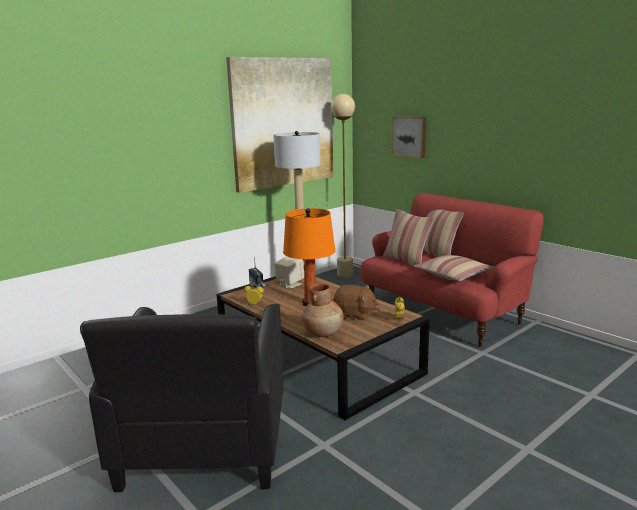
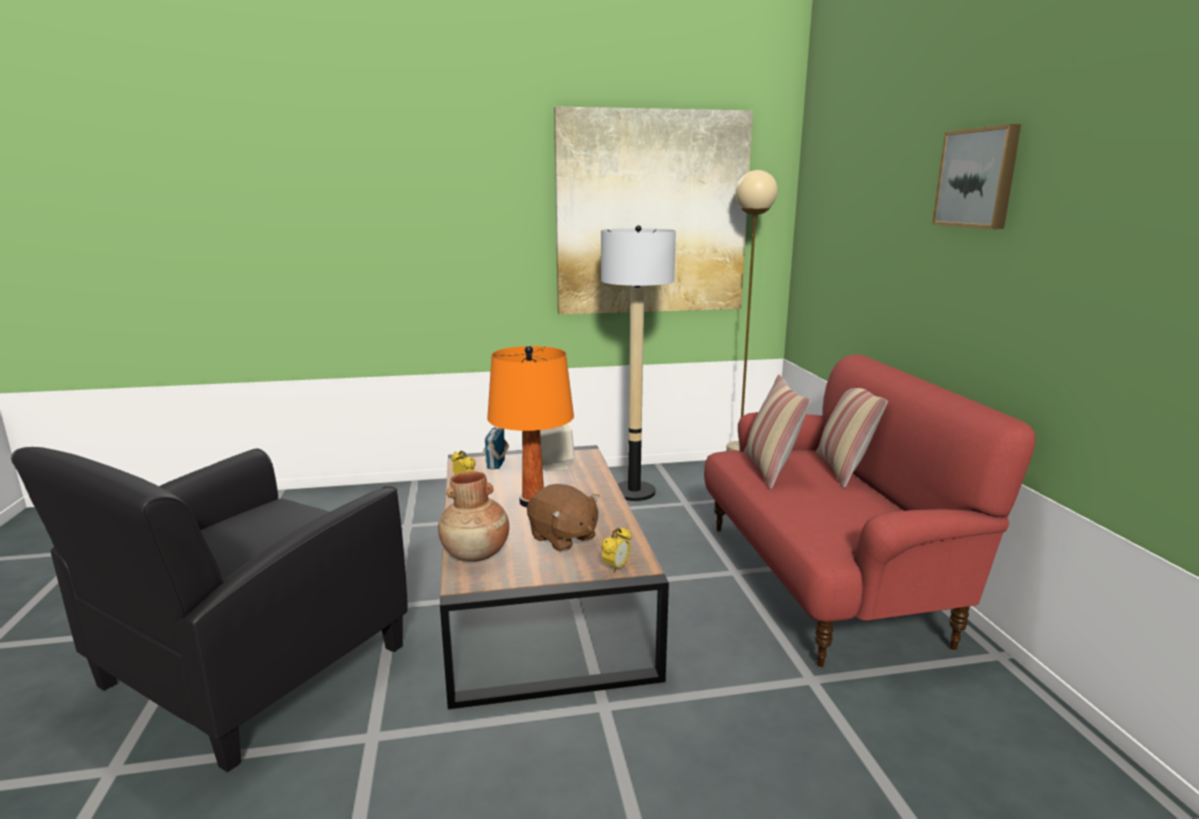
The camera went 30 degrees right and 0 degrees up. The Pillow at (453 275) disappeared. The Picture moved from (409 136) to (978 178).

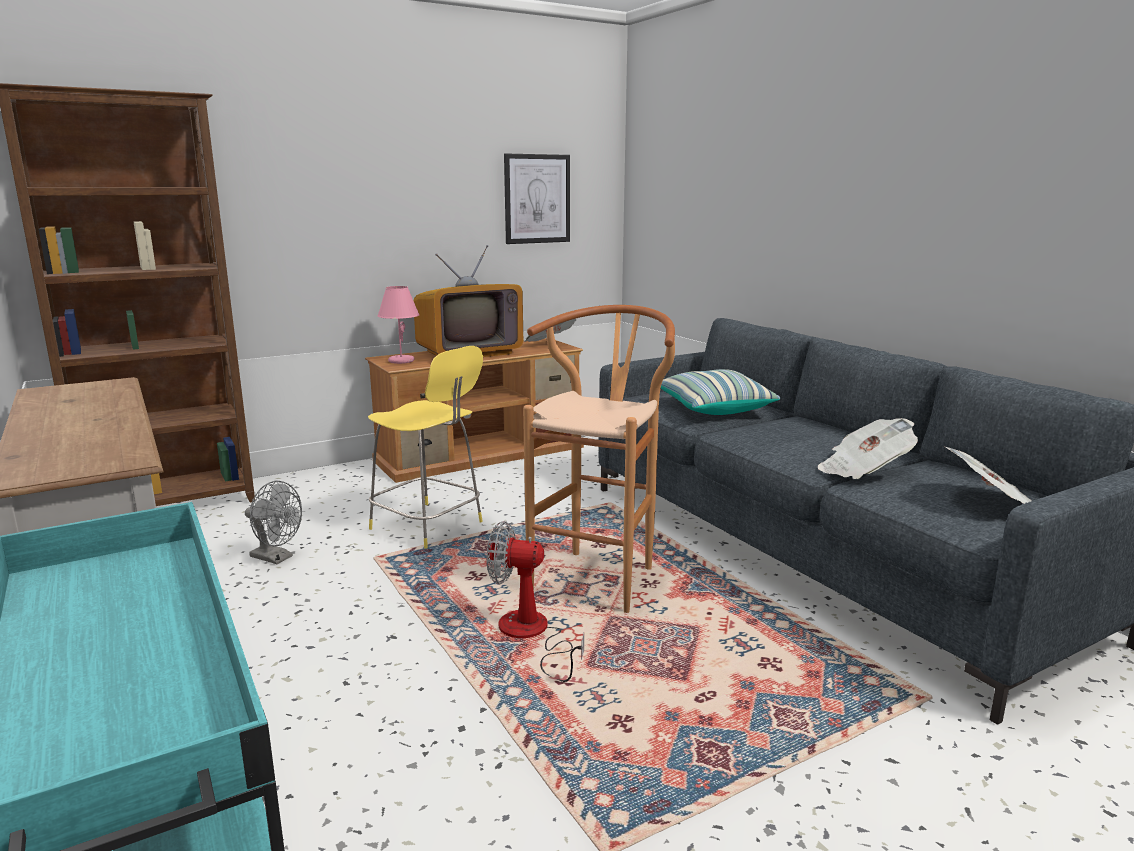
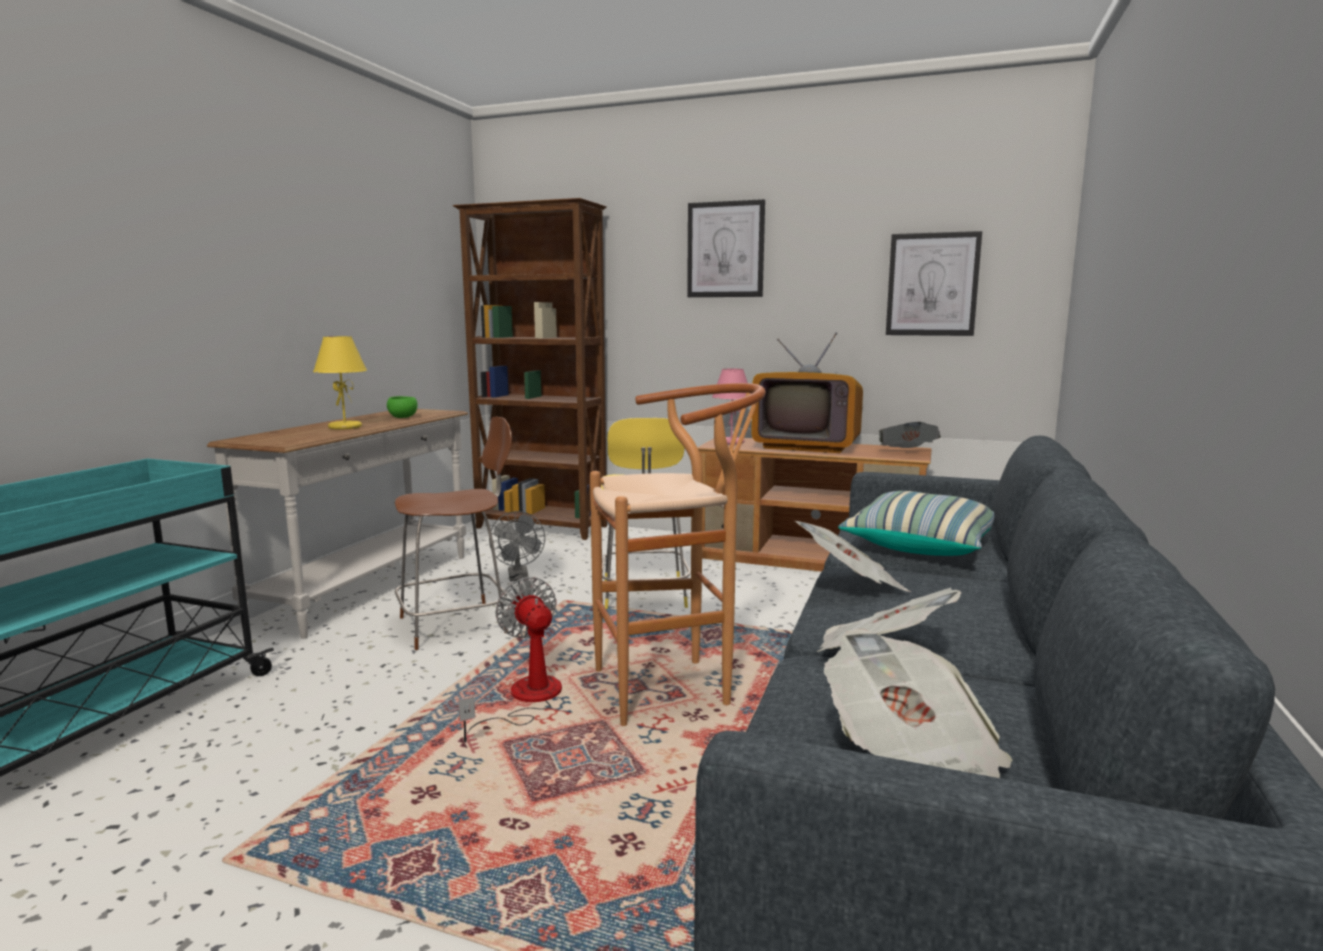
The camera went 50 degrees right and 5 degrees down. The YellowTableLamp at (345 427) appeared. The GreenBowl at (403 417) appeared. The BrownStool at (457 624) appeared. The Picture at (725 249) appeared. The Newspaper at (851 584) appeared.

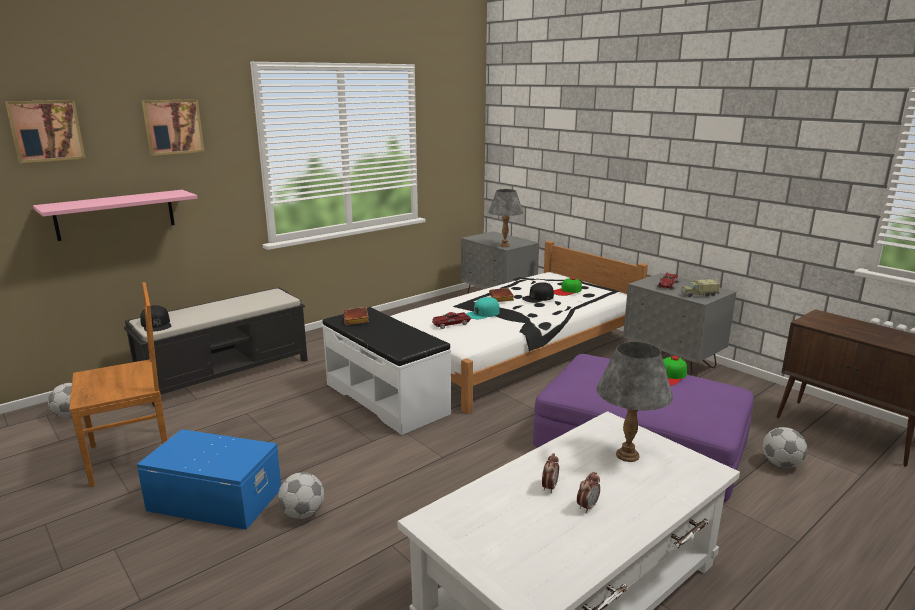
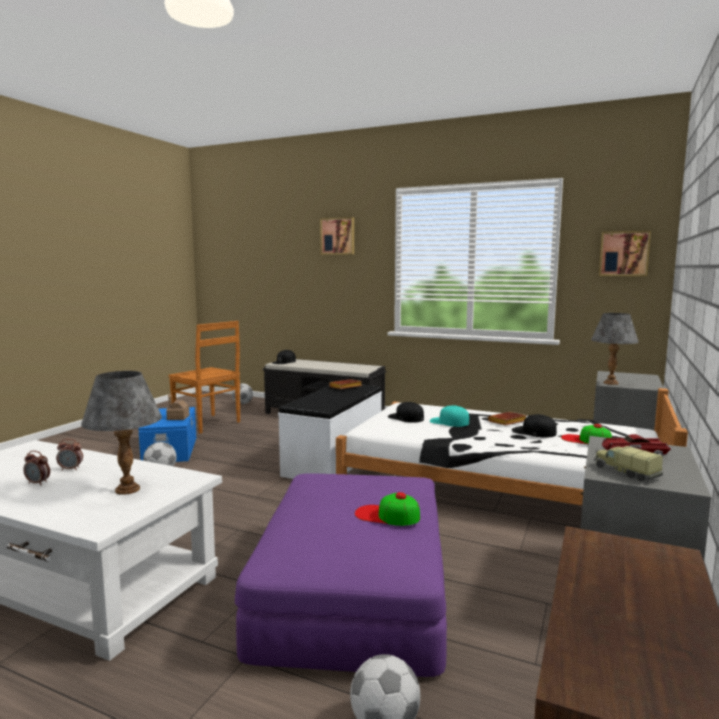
The camera went 65 degrees right and 10 degrees down. The PinkShelf at (115 214) disappeared. The ToyHouse at (178 417) appeared. The Picture moved from (46 130) to (624 253). The ToyCar at (451 324) was replaced by the BlackCap at (405 417).

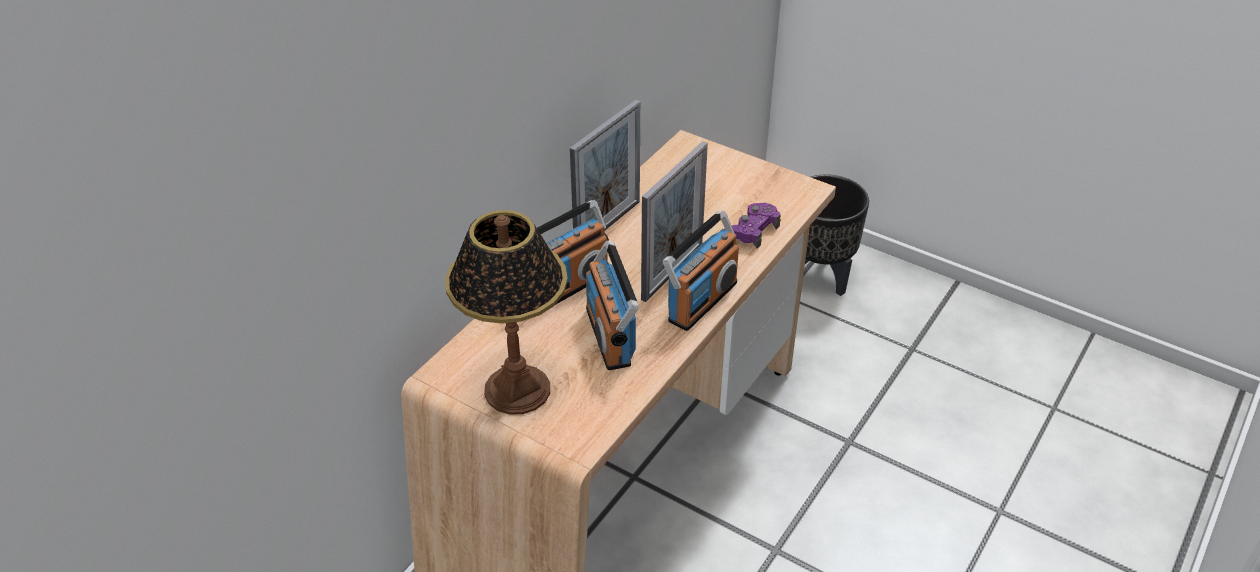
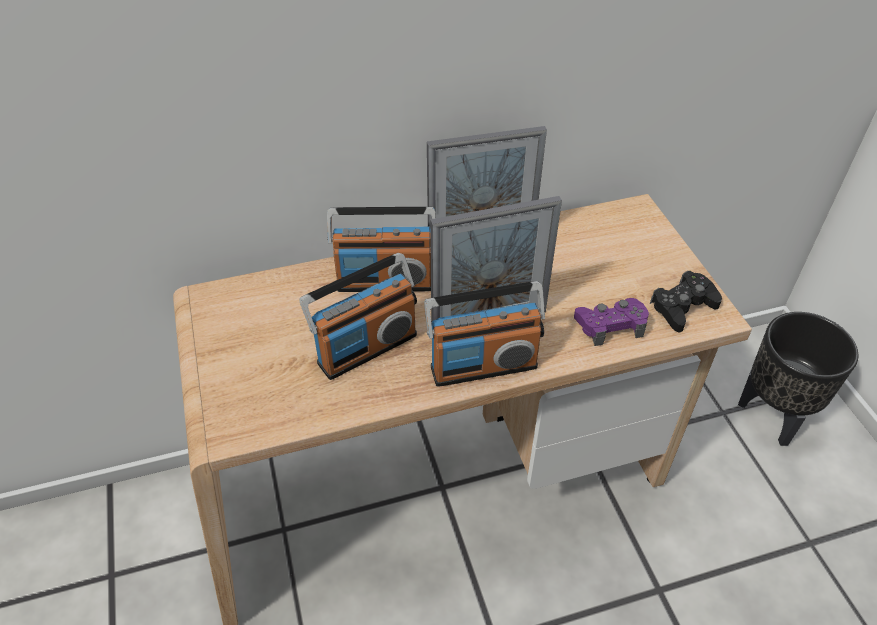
The camera went 40 degrees right and 5 degrees up. The TableLamp at (516 389) disappeared. The BlackGameController at (682 307) appeared. The Radio at (609 336) turned 150 degrees counterclockwise.

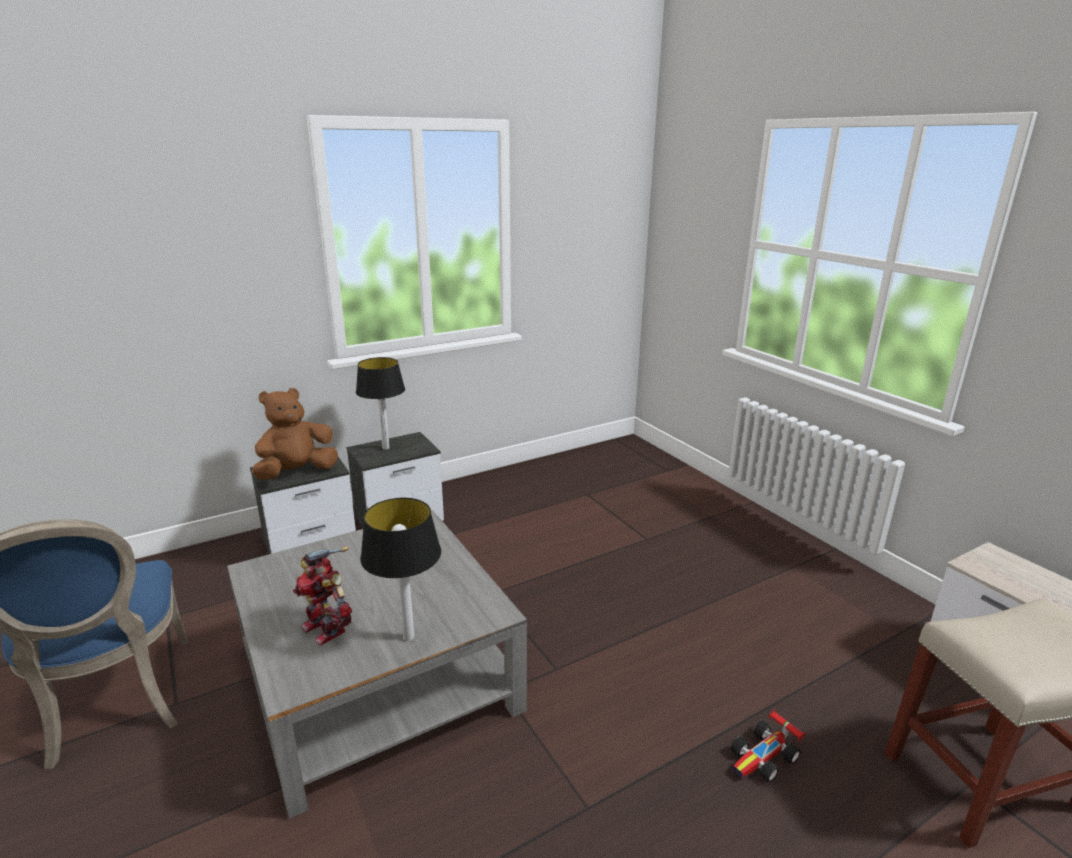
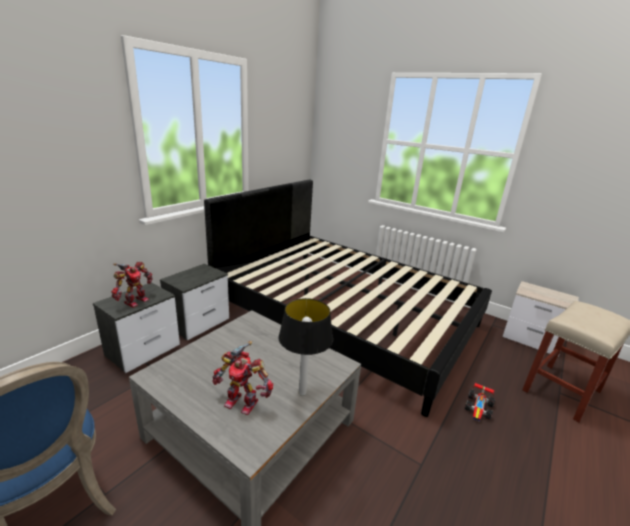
The camera went 25 degrees left and 0 degrees up. The TableLamp at (386 448) disappeared. The BlackBed at (345 315) appeared. The BrownPlushToy at (297 472) was replaced by the ToyRobot at (135 301).

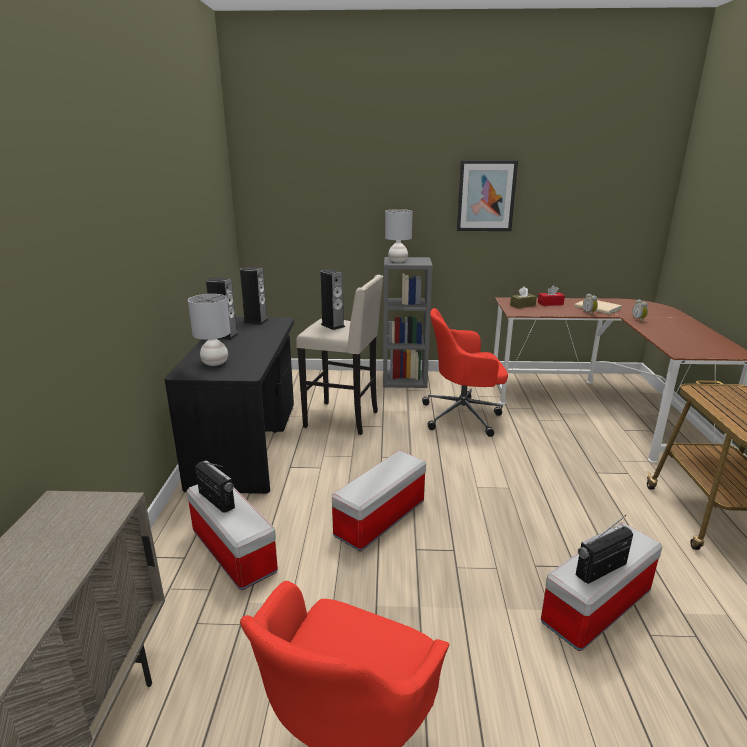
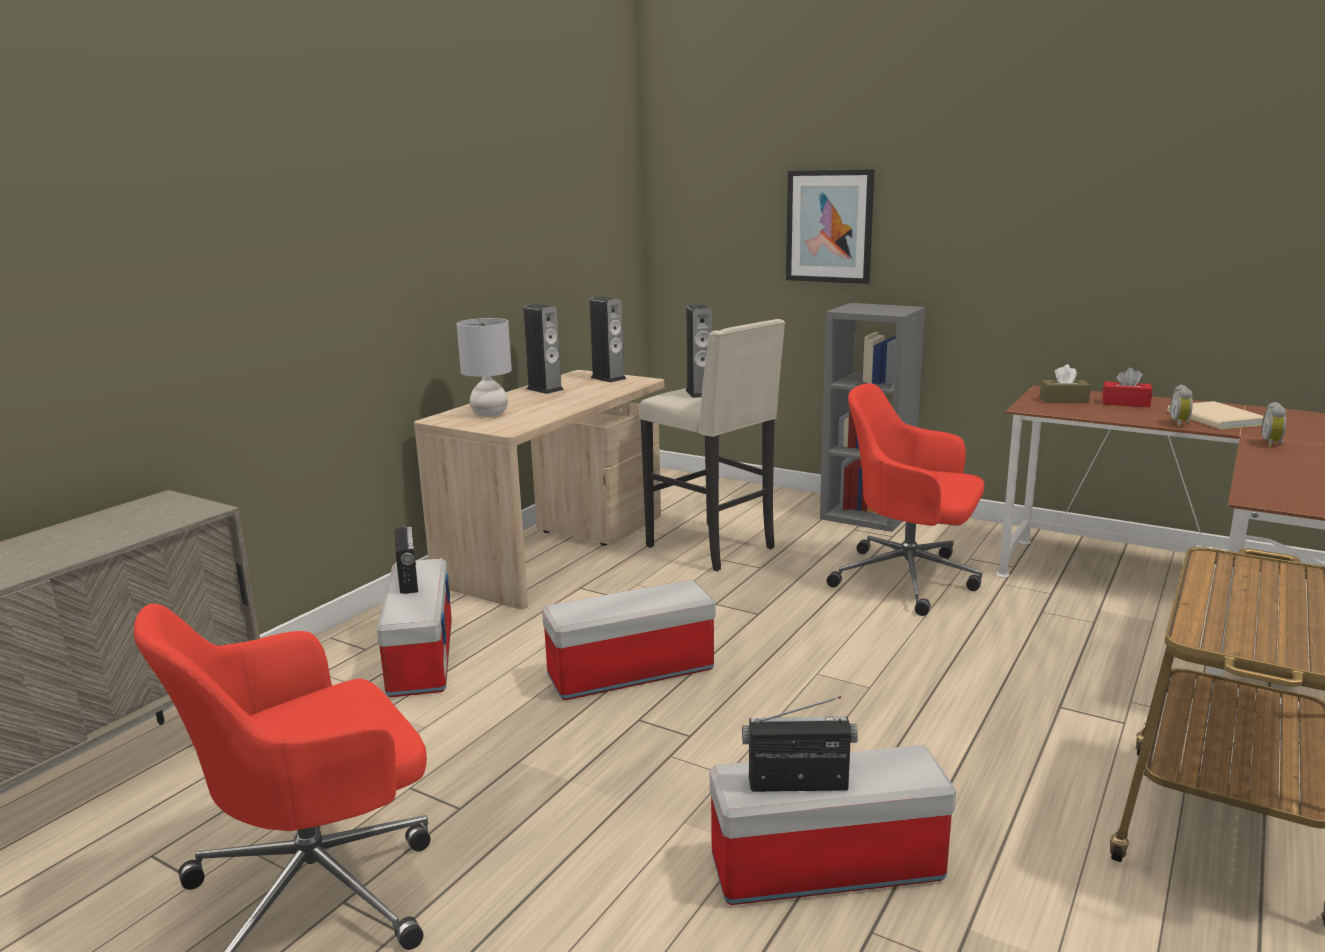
The camera went 30 degrees right and 5 degrees down. The GreyTableLamp at (398 261) disappeared. The Picture moved from (486 196) to (829 226). The BlackDesk at (247 443) became the BeigeDesk at (556 550).

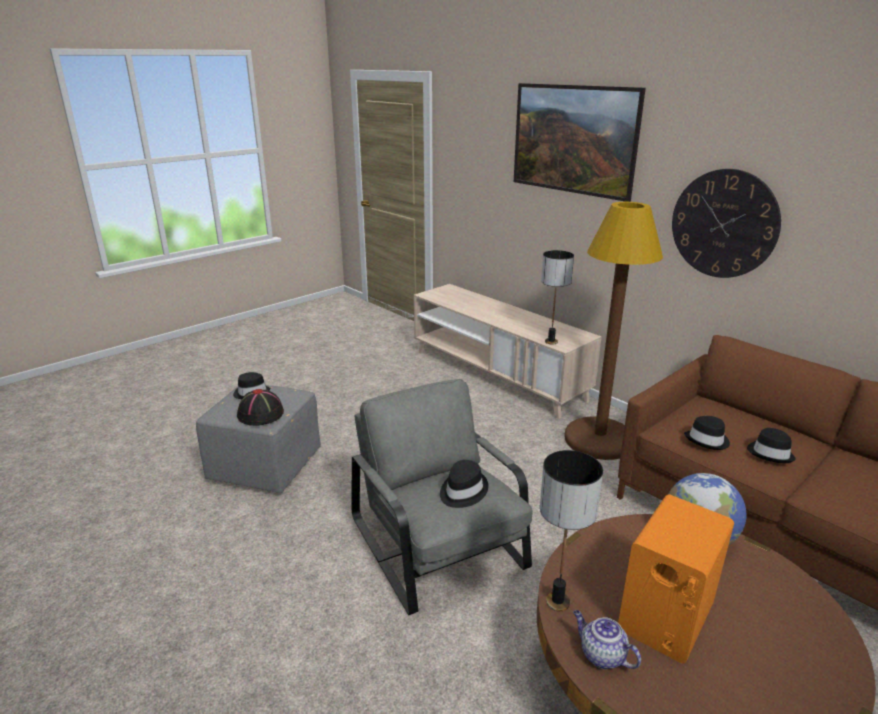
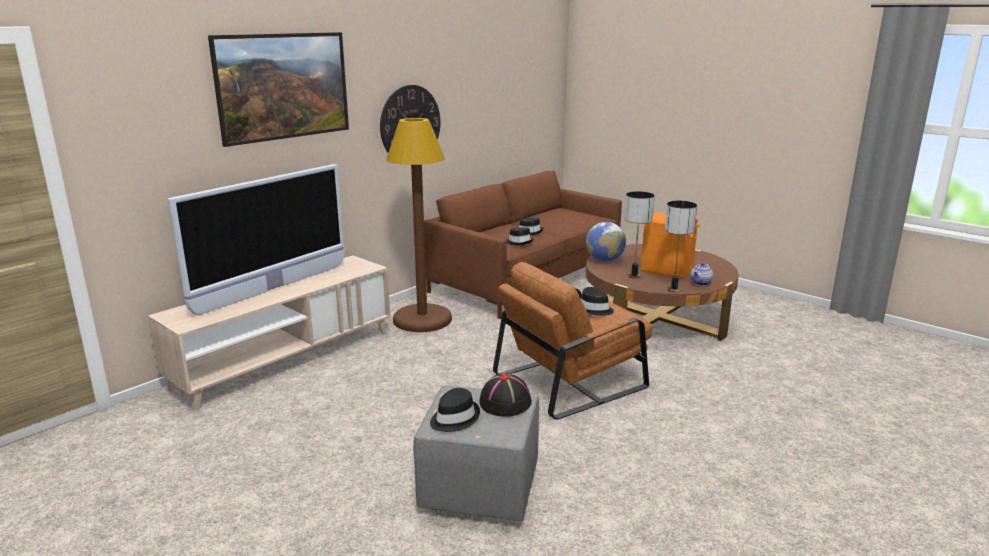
The camera went 95 degrees left and 5 degrees down. The Television at (273 289) appeared. The TableLamp moved from (551 341) to (634 276). The GreyArmchair at (439 543) became the BrownArmchair at (572 380).

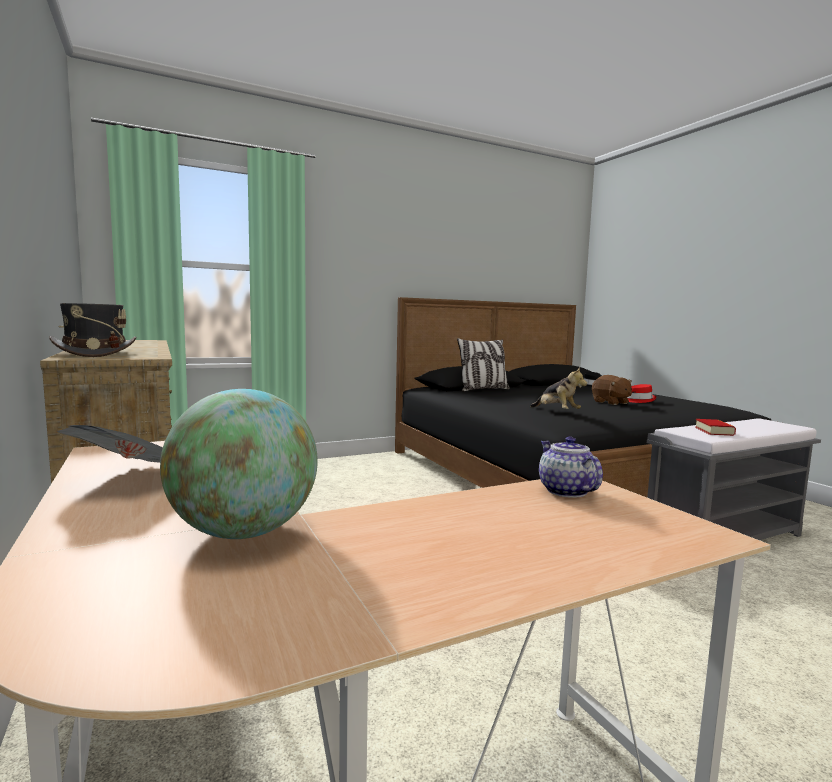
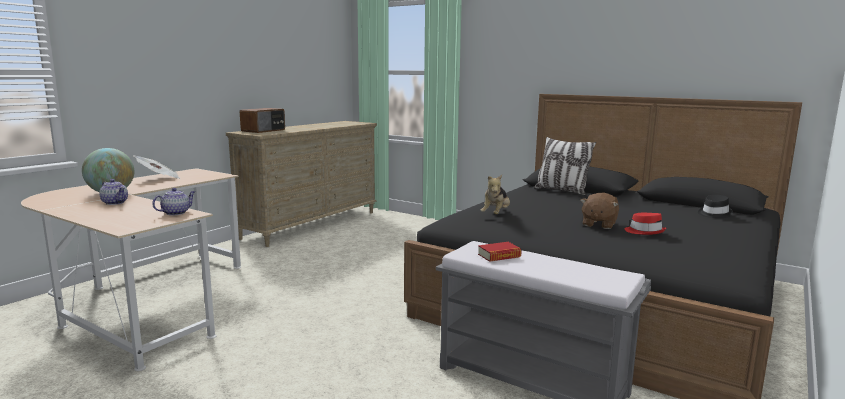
The camera went 60 degrees right and 5 degrees up. The Teapot at (115 203) appeared. The GreyHat at (95 353) was replaced by the Radio at (264 130).

